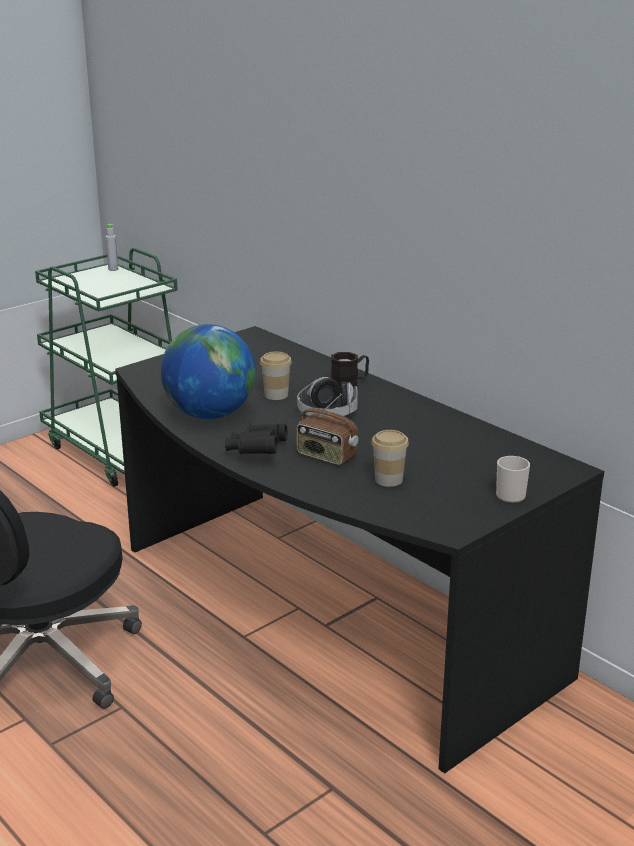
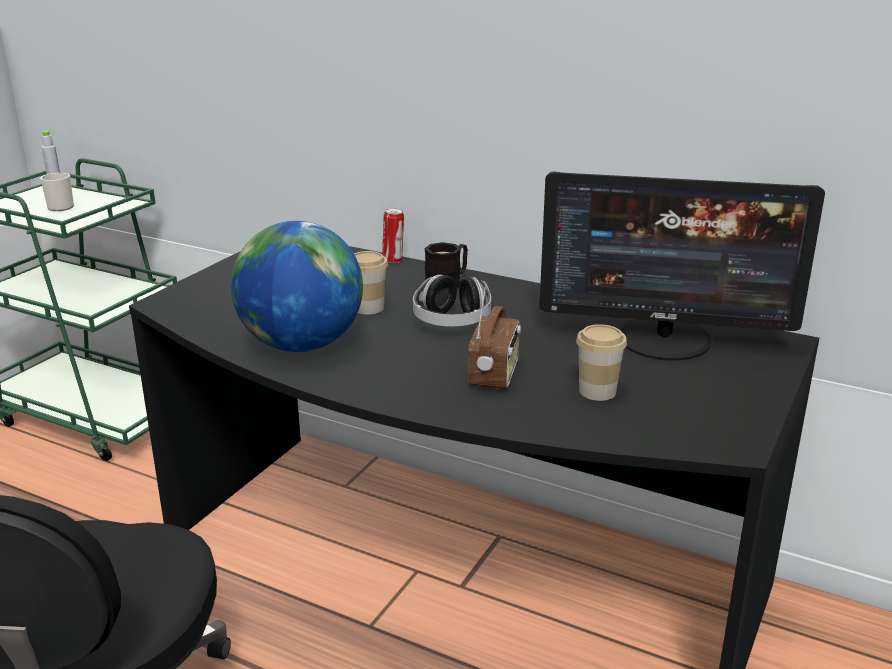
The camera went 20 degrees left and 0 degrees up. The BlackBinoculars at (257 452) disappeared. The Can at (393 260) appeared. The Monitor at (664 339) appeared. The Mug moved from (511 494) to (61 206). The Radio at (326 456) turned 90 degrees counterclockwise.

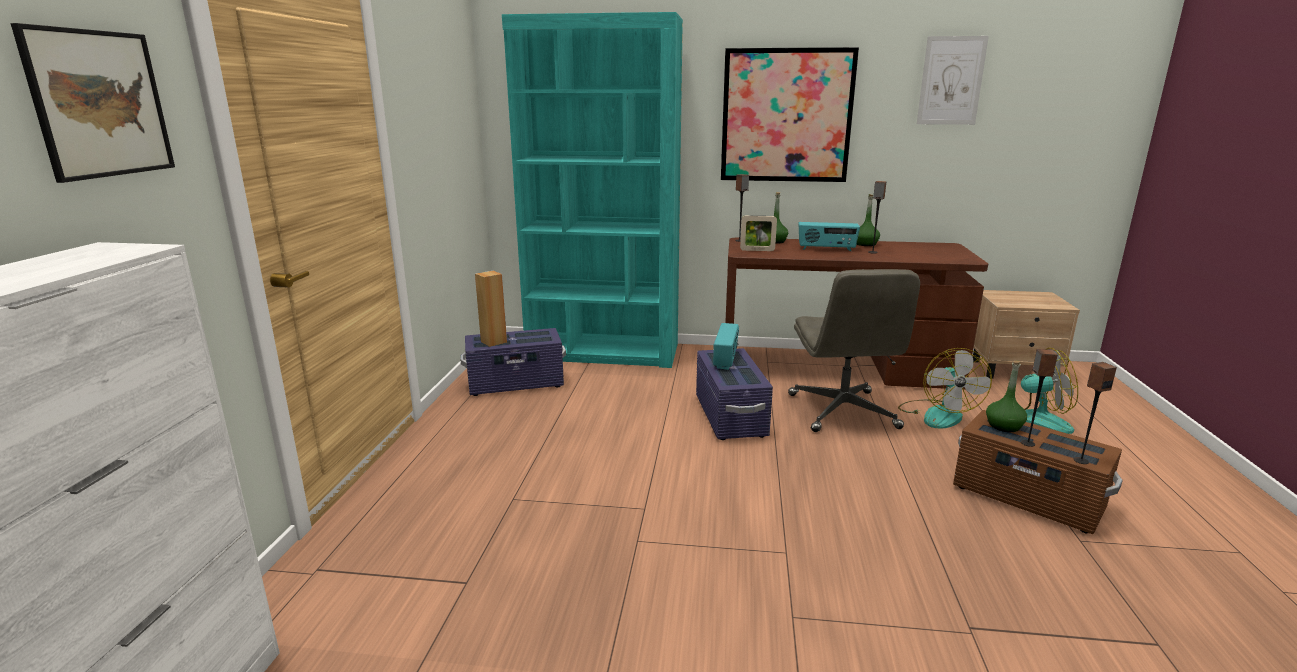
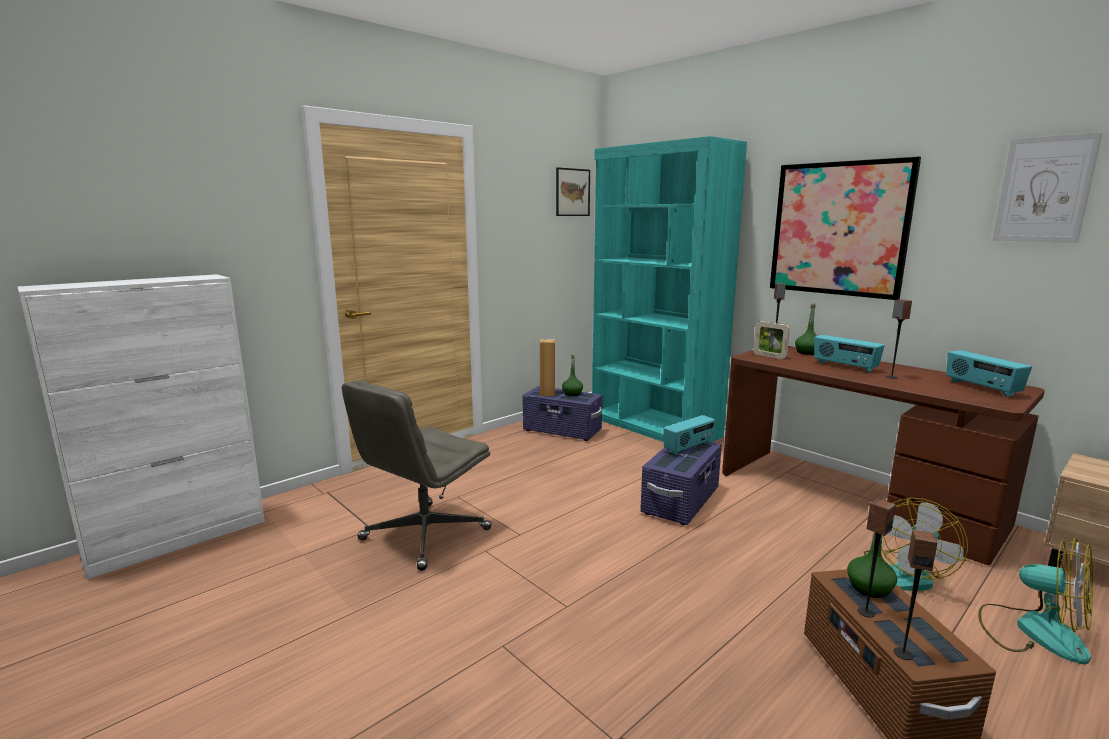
The camera went 40 degrees right and 5 degrees down. The Radio at (981 388) appeared. The Picture moved from (100 104) to (572 192). The GreyOfficeChair moved from (843 412) to (424 535). The GreenBottle moved from (865 244) to (572 393).

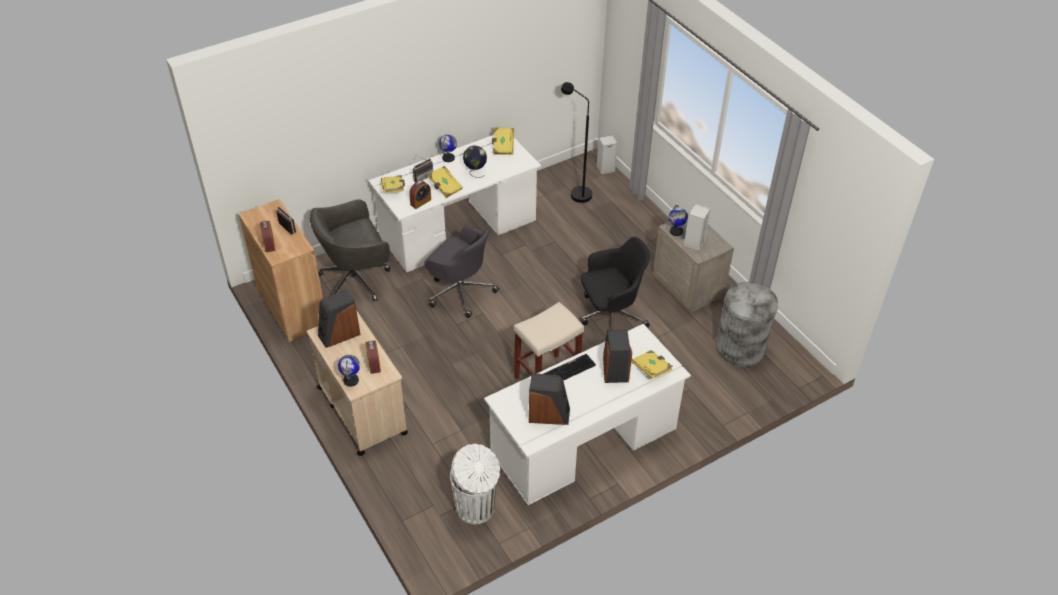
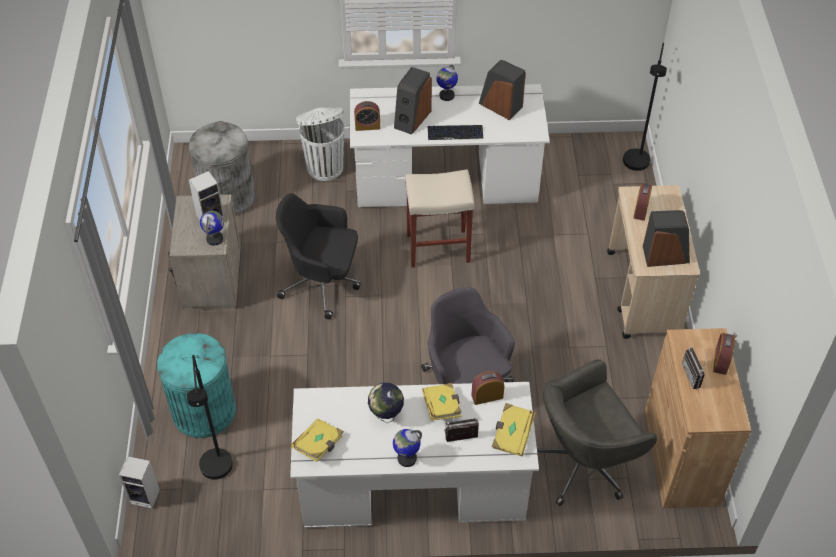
The camera went 150 degrees left and 5 degrees up. The YellowBook at (651 369) disappeared. The TurquoiseTrashCan at (204 410) appeared. The AlarmClock at (367 126) appeared. The BlackFloorLamp at (636 167) appeared. The Globe moved from (351 380) to (446 95). The WhiteTrashCan moved from (476 508) to (324 166). The GreyOfficeChair at (356 279) turned 150 degrees clockwise.

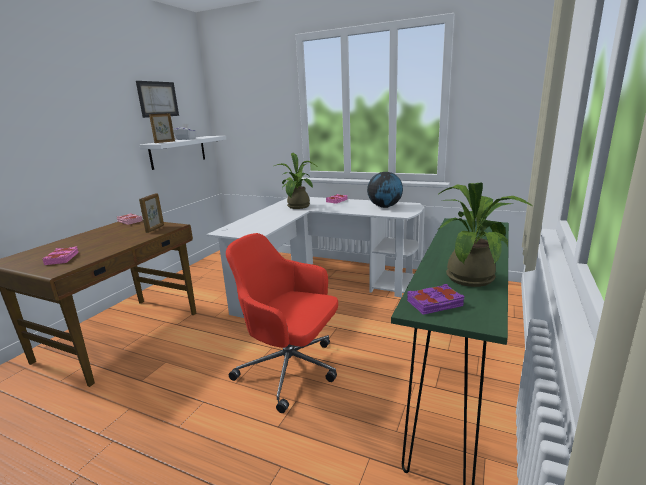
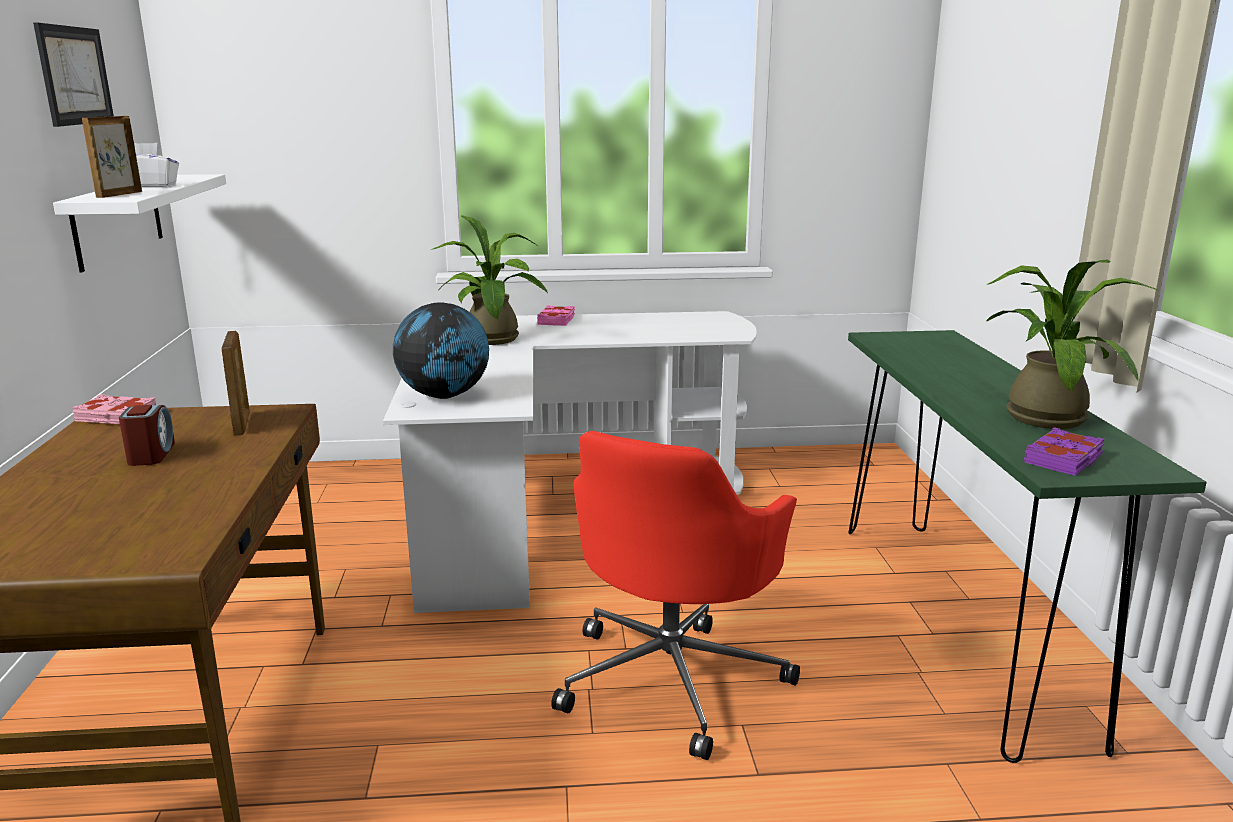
The camera went 30 degrees left and 0 degrees up. The PinkBook at (62 258) disappeared. The AlarmClock at (151 454) appeared. The Globe moved from (384 207) to (444 396). The RedOfficeChair at (290 370) turned 60 degrees counterclockwise.

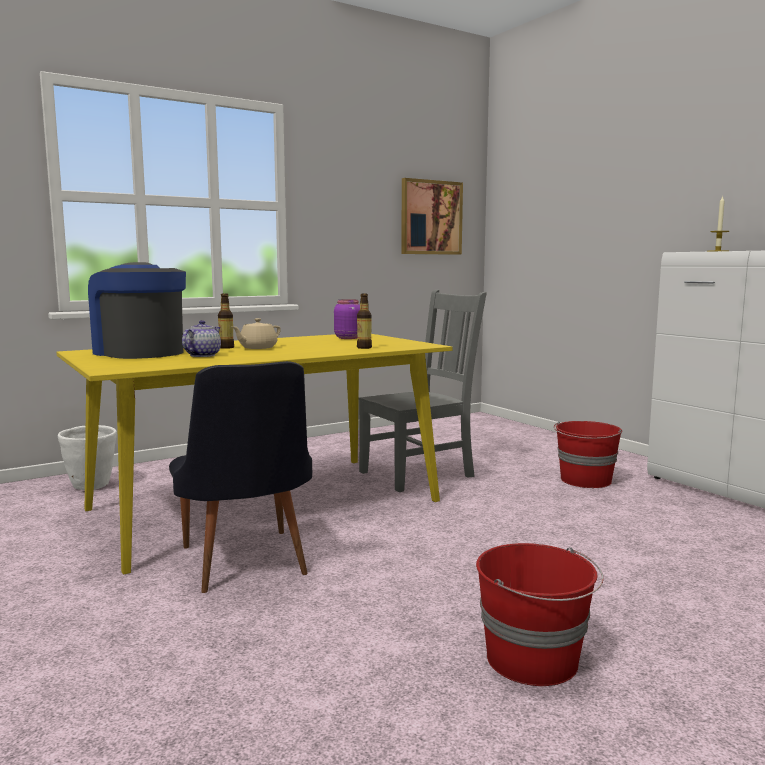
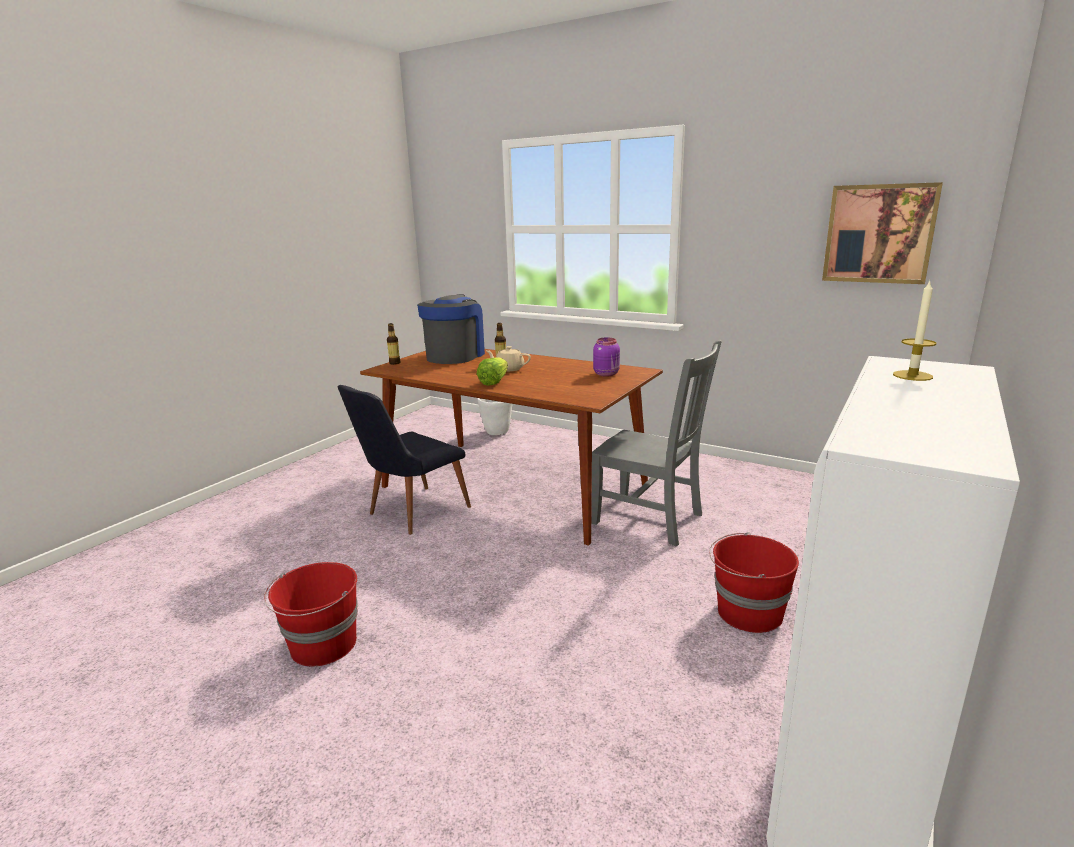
The camera went 65 degrees right and 10 degrees up. The Teapot at (202 355) disappeared. The Lettuce at (494 382) appeared. The Bottle moved from (364 347) to (394 363). The YellowDiningTable at (264 506) became the BrownDiningTable at (512 486).

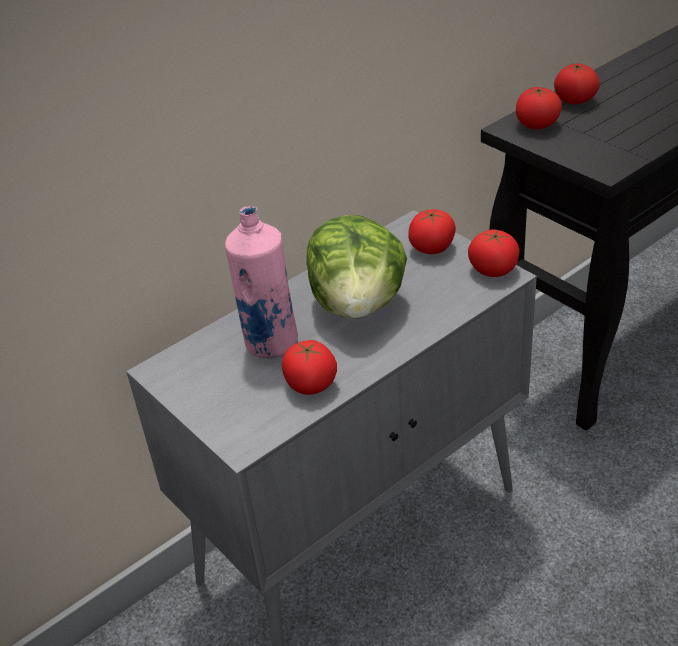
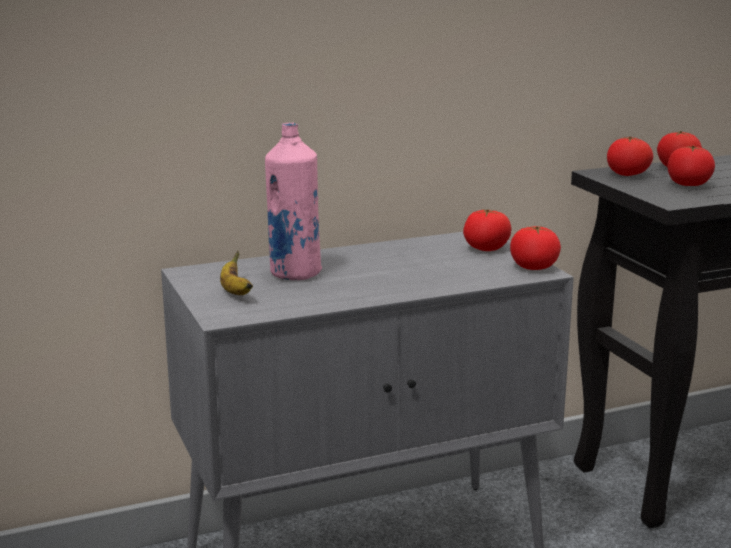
The camera went 15 degrees right and 20 degrees down. The Lettuce at (358 304) disappeared. The Banana at (235 291) appeared. The Tomato moved from (311 384) to (688 184).

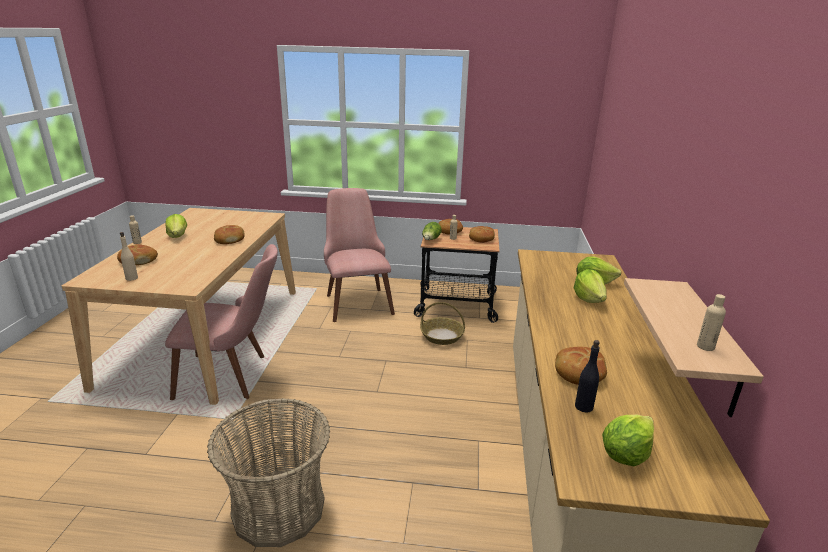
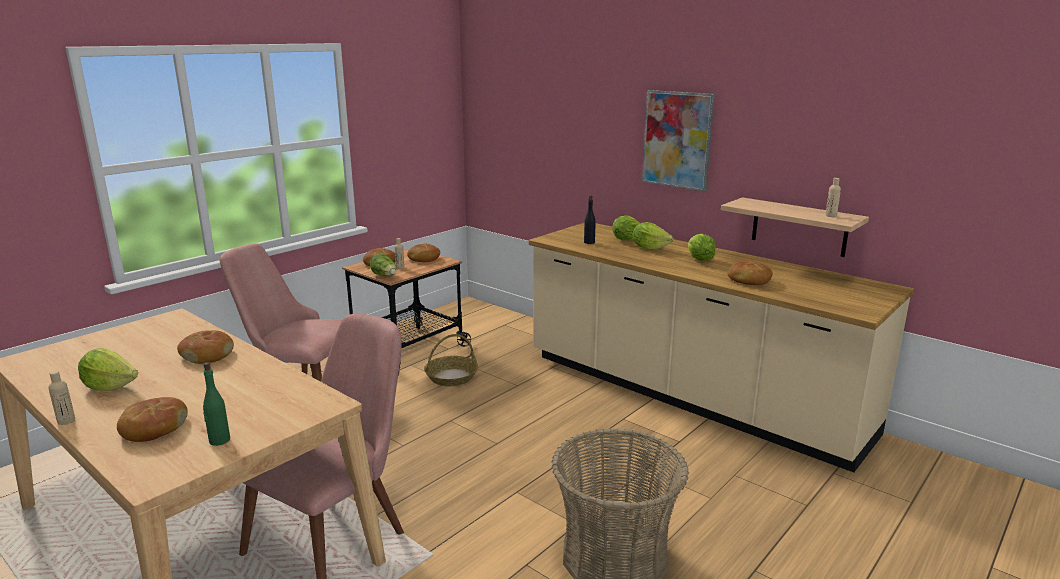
The camera went 55 degrees left and 5 degrees down. The Picture at (677 139) appeared. The BlackBottle moved from (584 406) to (589 242). The Lettuce moved from (625 454) to (699 259). The BeigeBottle at (131 278) became the GreenBottle at (219 440).

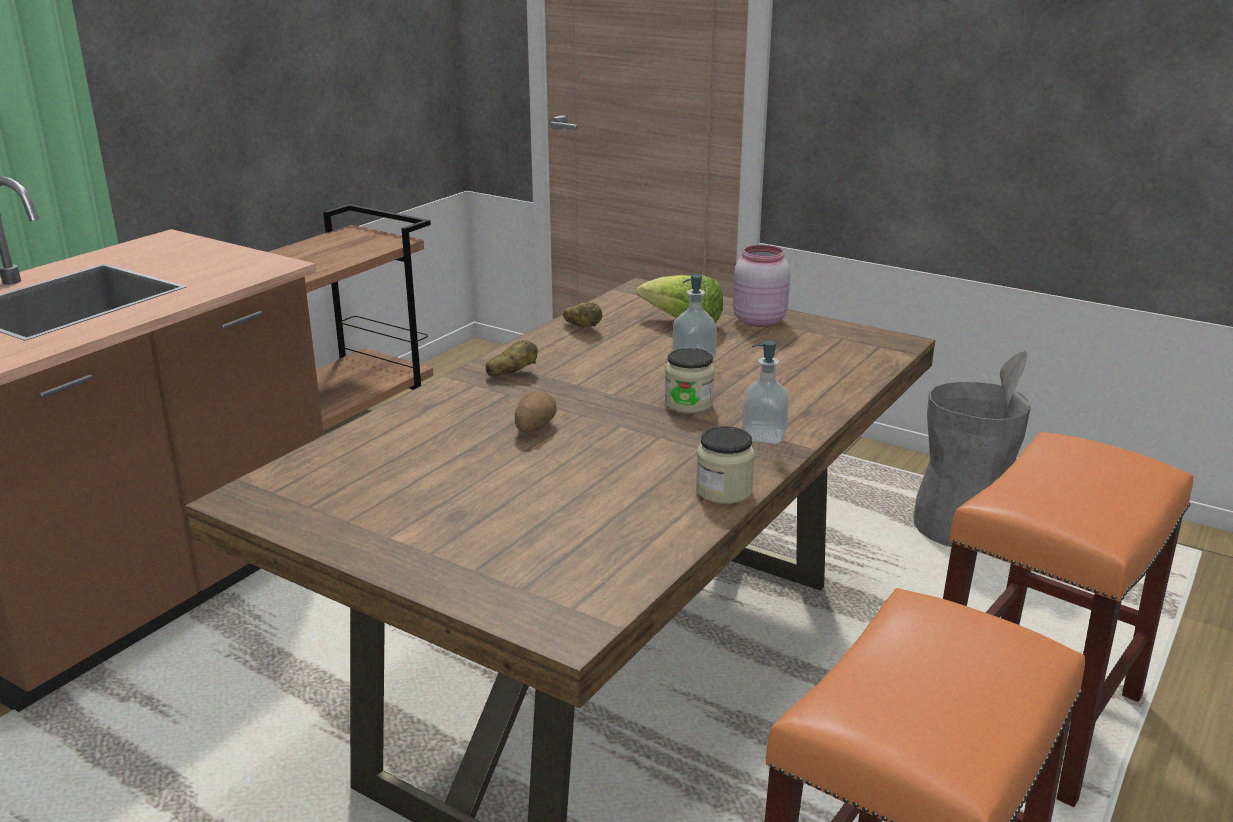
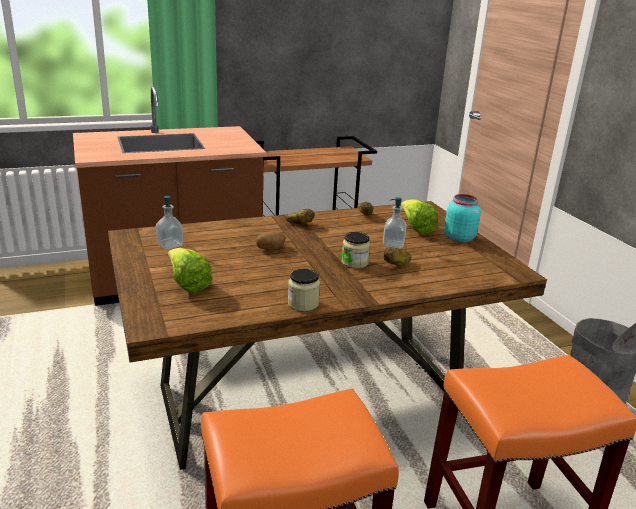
The camera went 35 degrees right and 0 degrees up. The Lettuce at (188 284) appeared. The Potato at (397 264) appeared. The SoapDispenser moved from (764 435) to (170 245). The PinkJar at (757 320) became the TurquoiseJar at (458 238).

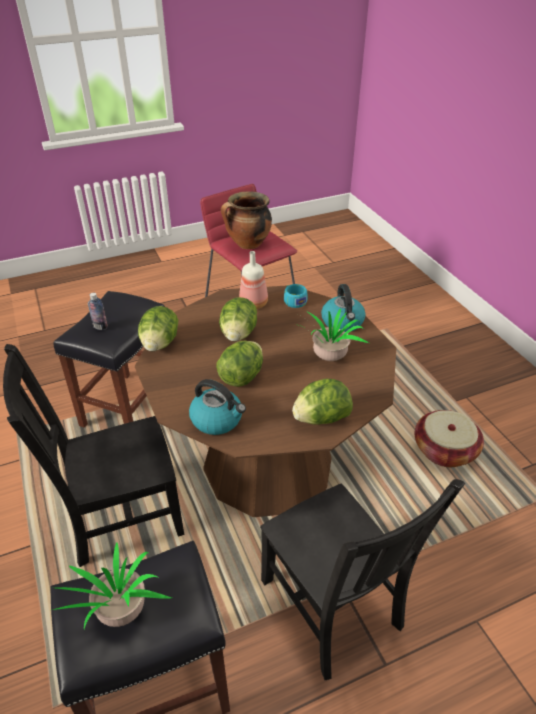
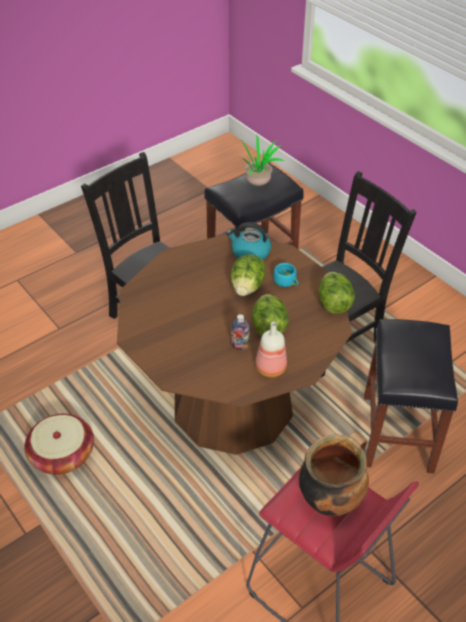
The camera went 165 degrees right and 5 degrees up. The Lettuce at (321 418) disappeared. The PottedPlant at (328 359) disappeared. The Kettle at (343 322) disappeared. The Bottle moved from (100 327) to (240 346). The TurquoiseCup moved from (293 301) to (286 282).

